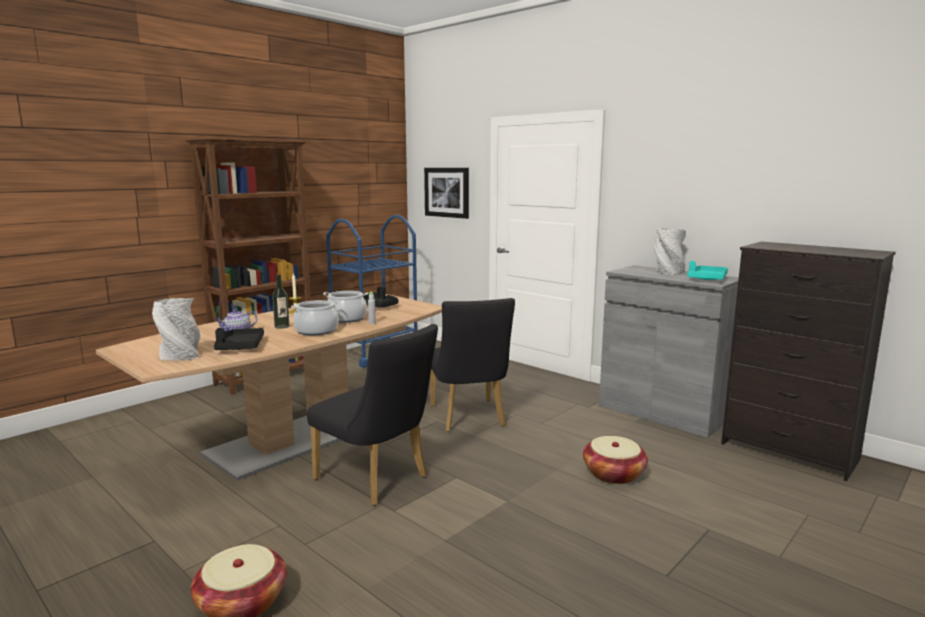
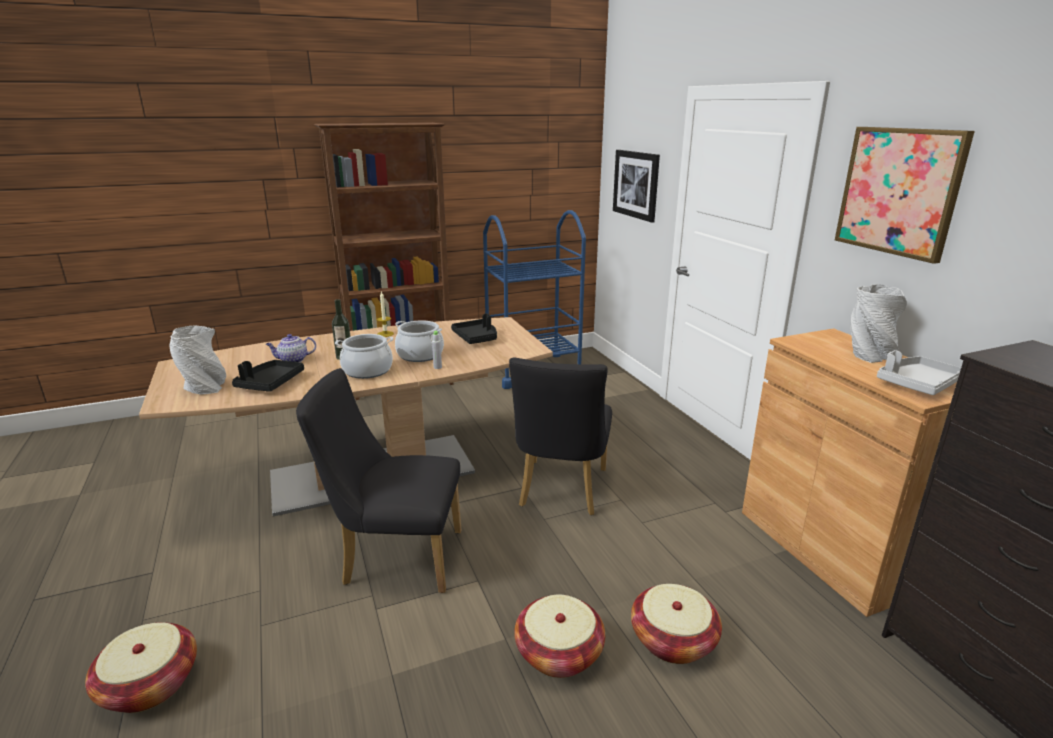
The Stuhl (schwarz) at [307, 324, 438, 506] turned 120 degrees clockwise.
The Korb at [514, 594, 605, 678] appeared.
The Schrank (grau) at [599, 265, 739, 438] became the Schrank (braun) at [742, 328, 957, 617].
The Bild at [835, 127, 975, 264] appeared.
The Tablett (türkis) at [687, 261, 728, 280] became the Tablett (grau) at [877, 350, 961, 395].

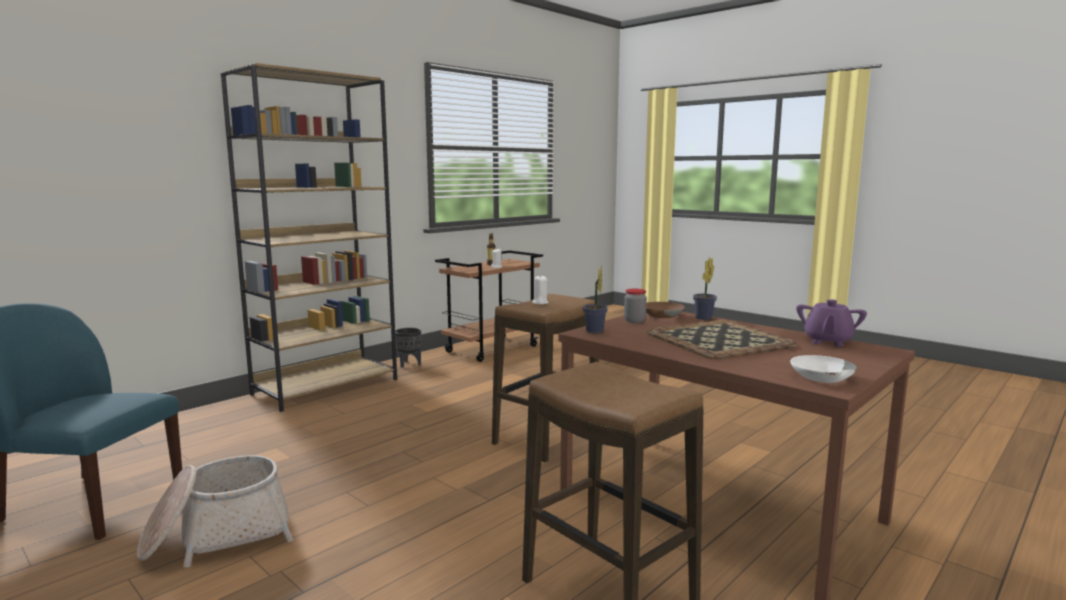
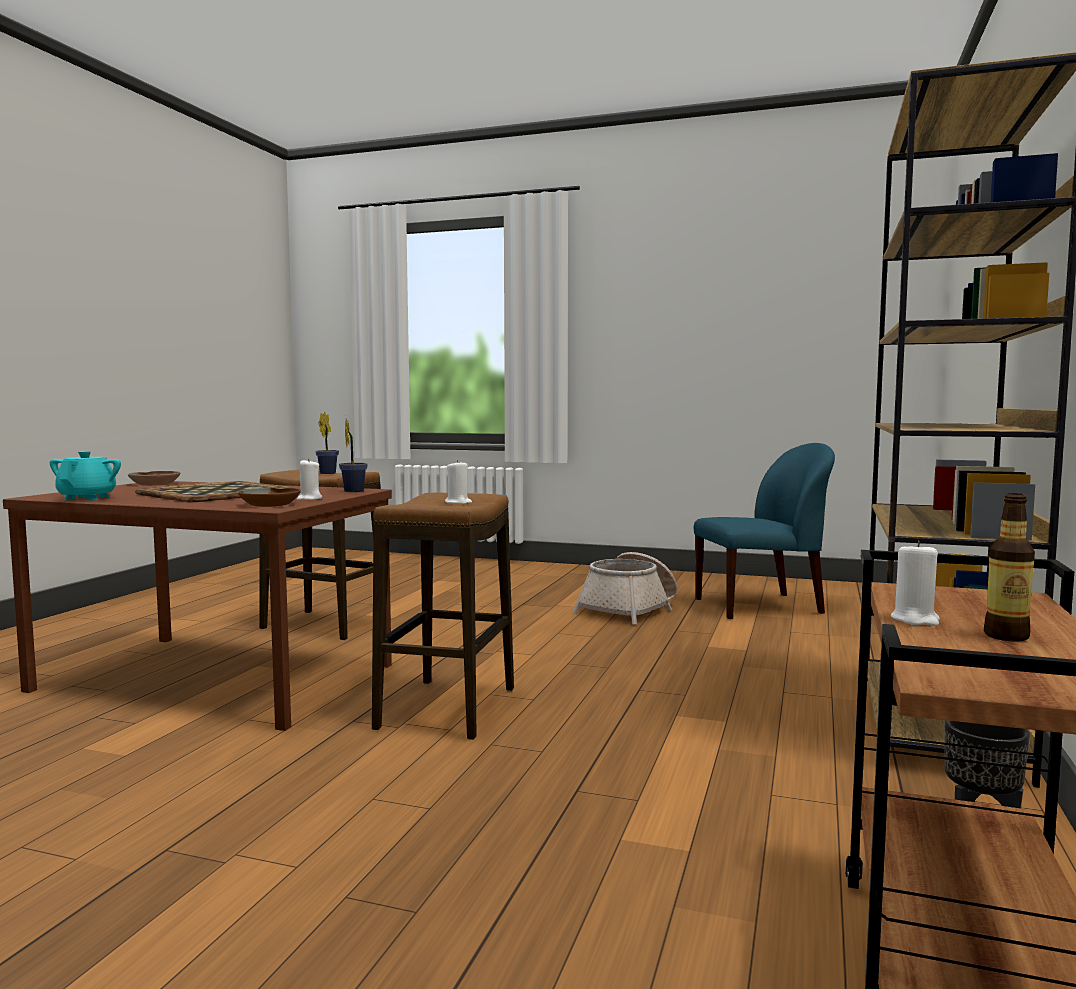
The Teekanne (lila) at [796, 299, 867, 347] became the Teekanne (türkis) at [50, 451, 121, 500].
The Schüssel (weiß) at [790, 355, 857, 383] became the Schüssel (braun) at [128, 471, 180, 486].
The Vorratsglas at [624, 289, 647, 323] was replaced by the Kerze (weiß) at [297, 458, 322, 500].
The Topfpflanze moved from [693, 257, 717, 320] to [316, 411, 339, 474].

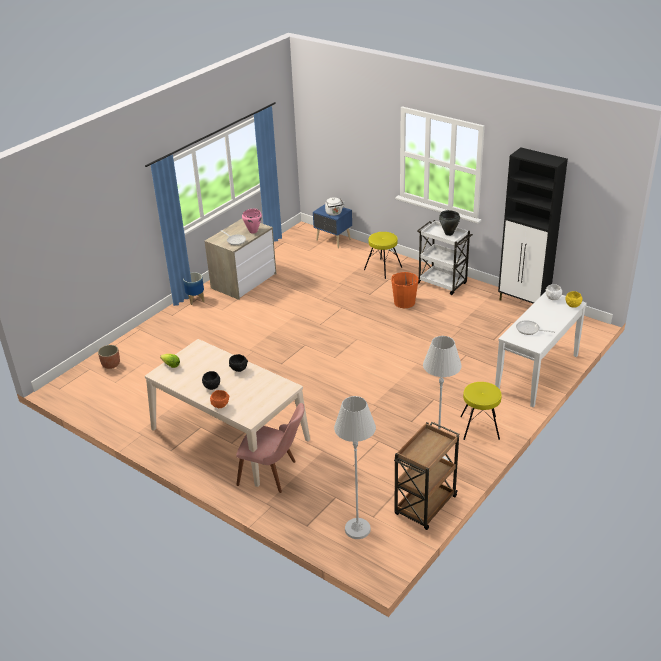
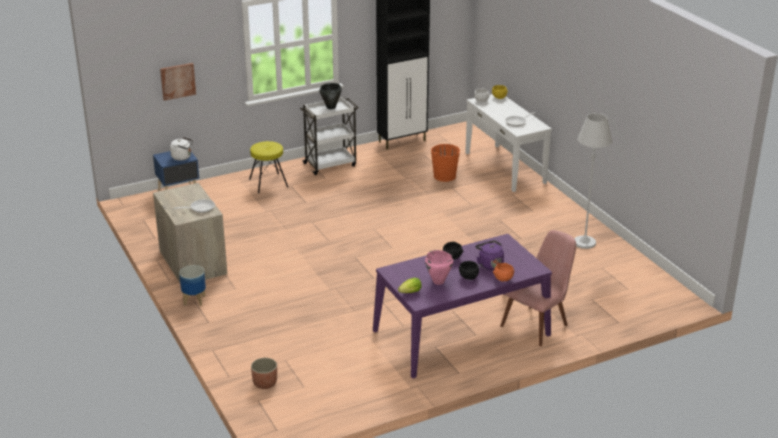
The Bild at [160, 63, 196, 101] appeared.
The Esstisch (beige) at [145, 339, 310, 487] became the Esstisch (lila) at [373, 234, 552, 378].
The Kochtopf (rosa) moved from [242, 209, 262, 234] to [425, 250, 453, 285].
The Eimer (orange) moved from [391, 272, 419, 308] to [431, 144, 460, 182].
The Wasserkessel (lila) at [475, 240, 504, 270] appeared.
The Stehlampe (weiß) at [334, 396, 376, 539] disappeared.
The Rollwagen (braun) at [394, 422, 460, 530] disappeared.
The Hocker (gelb) at [460, 382, 502, 440] disappeared.

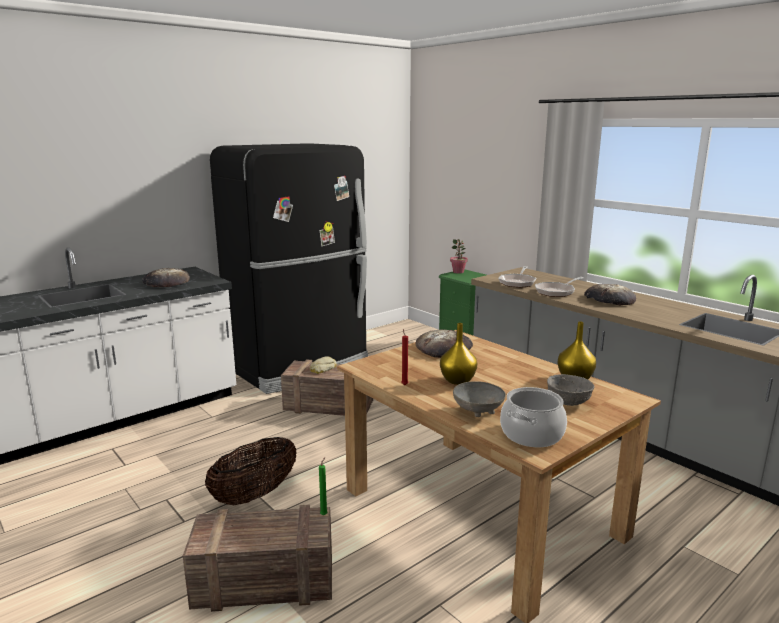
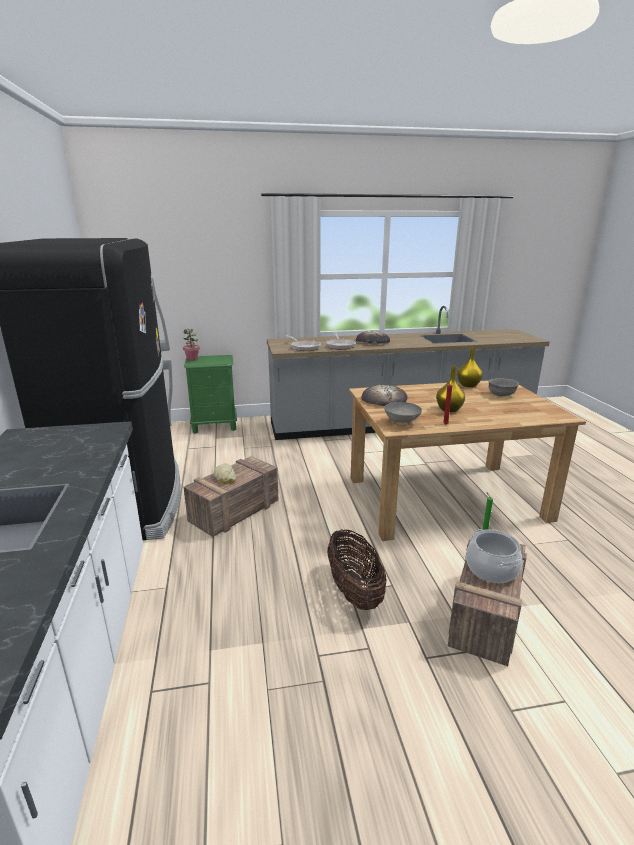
The Schüssel (grau) moved from [453, 381, 506, 417] to [384, 402, 422, 425].
The Kochtopf moved from [500, 387, 567, 447] to [466, 529, 522, 583].
The Brot at [142, 268, 190, 287] disappeared.

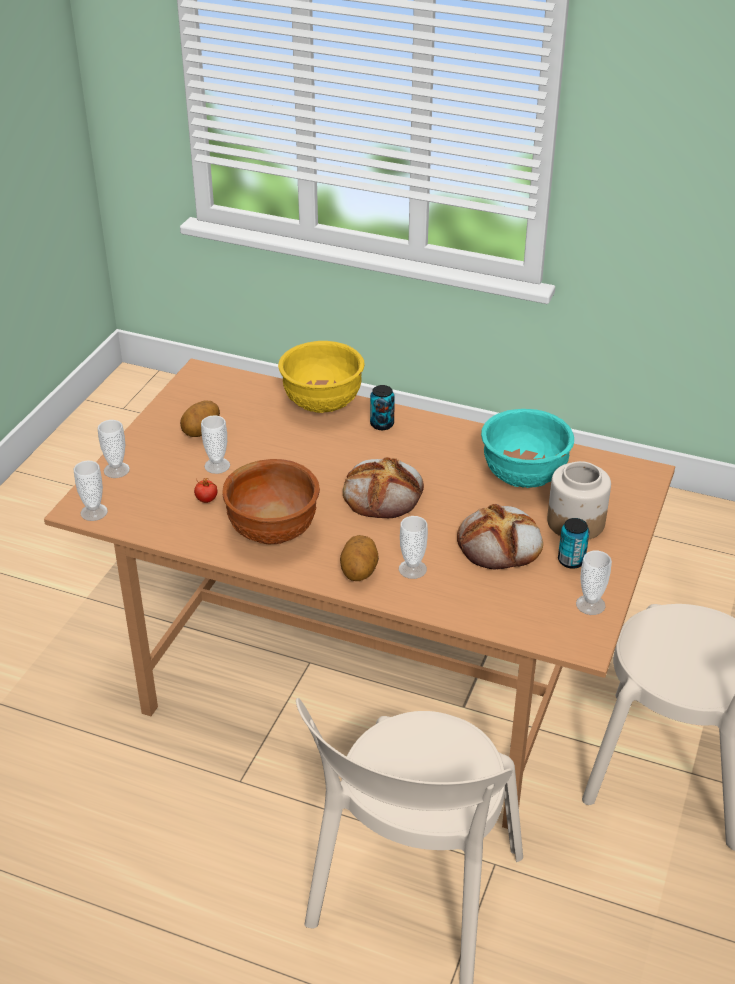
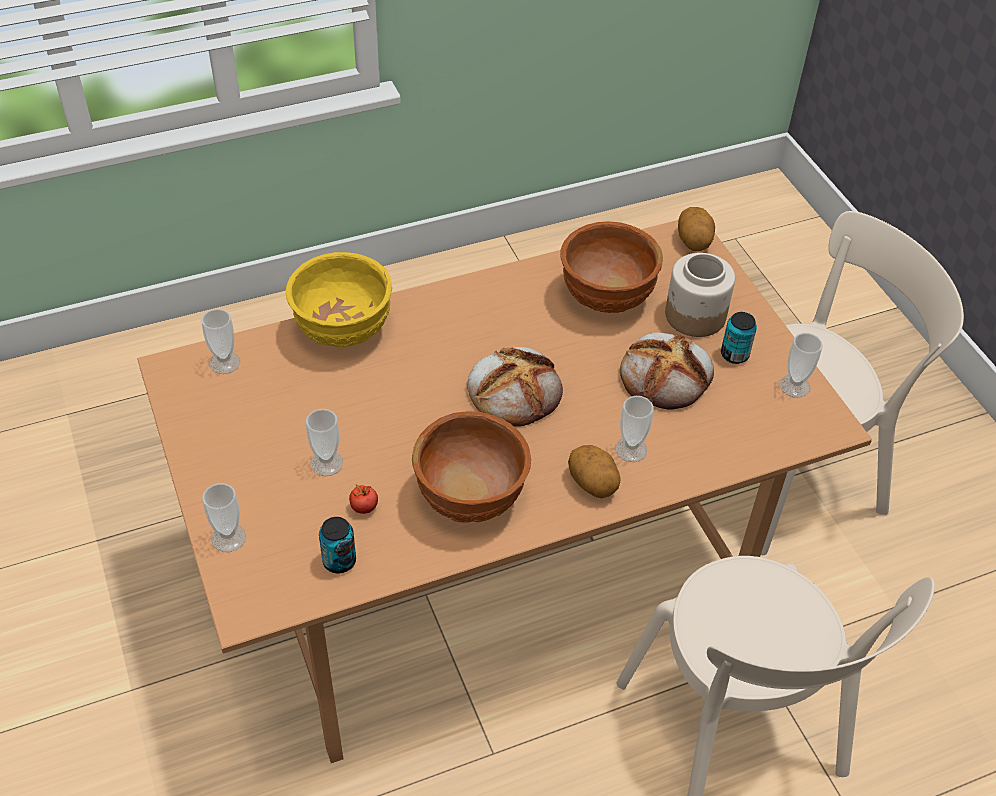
The Tasse moved from [74, 461, 108, 521] to [201, 309, 240, 374].
The Dose moved from [370, 385, 395, 430] to [319, 517, 356, 573].
The Schüssel (türkis) at [481, 409, 574, 488] became the Schüssel (braun) at [560, 221, 663, 313].
The Kartoffel moved from [180, 400, 220, 437] to [678, 207, 715, 251].

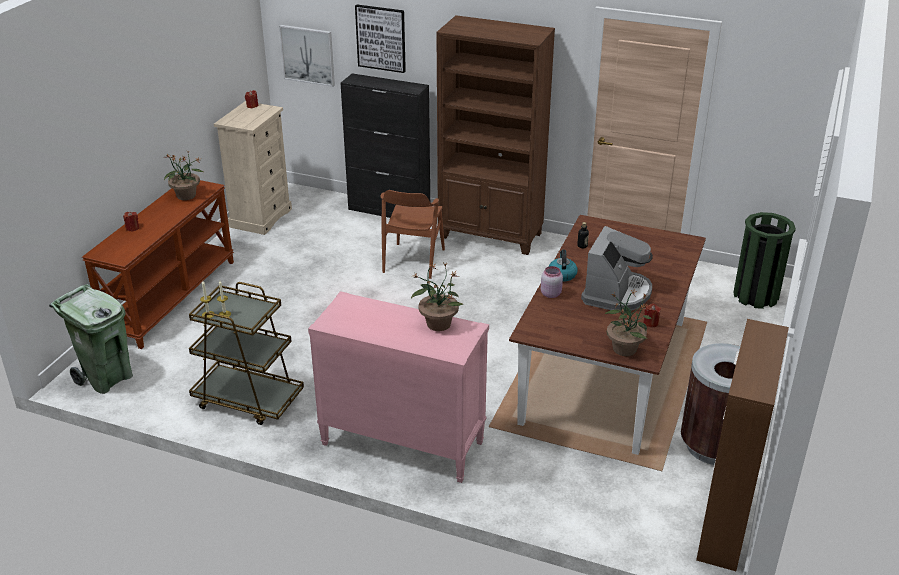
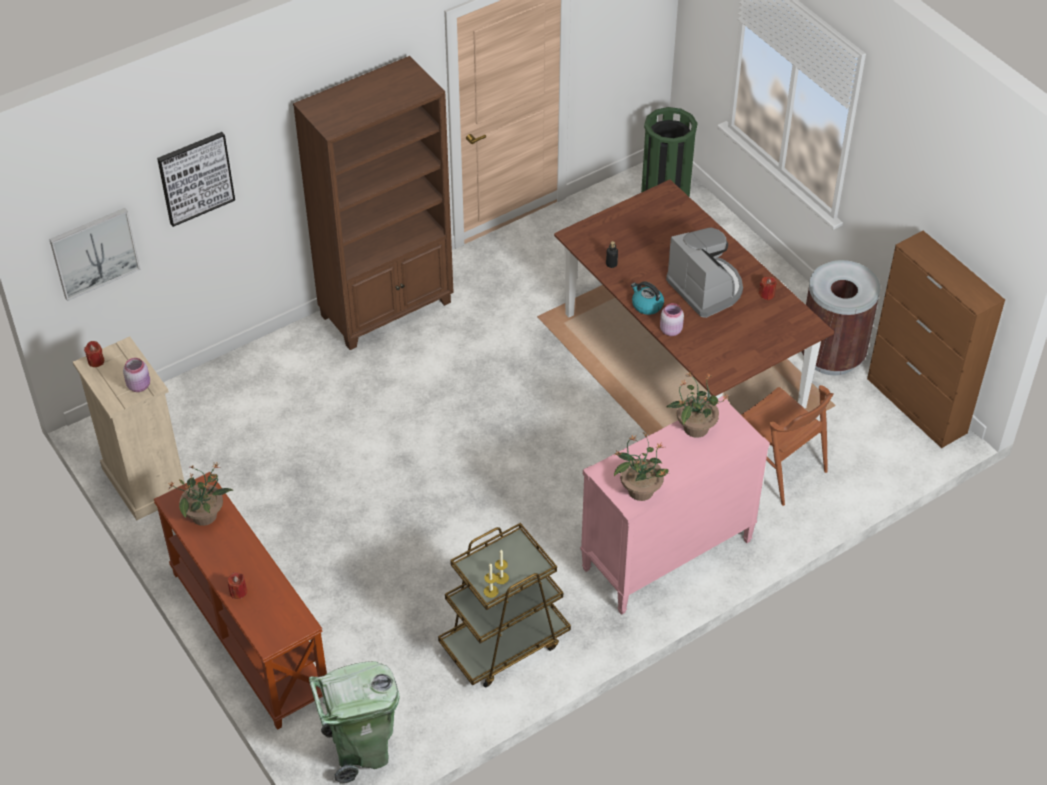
The Vorratsglas (rosa) at [123, 358, 150, 392] appeared.
The Topfpflanze moved from [604, 290, 652, 356] to [614, 432, 669, 501].
The Stuhl (braun) moved from [380, 190, 445, 279] to [741, 385, 833, 506].
The Schrank (schwarz) at [340, 73, 430, 218] disappeared.

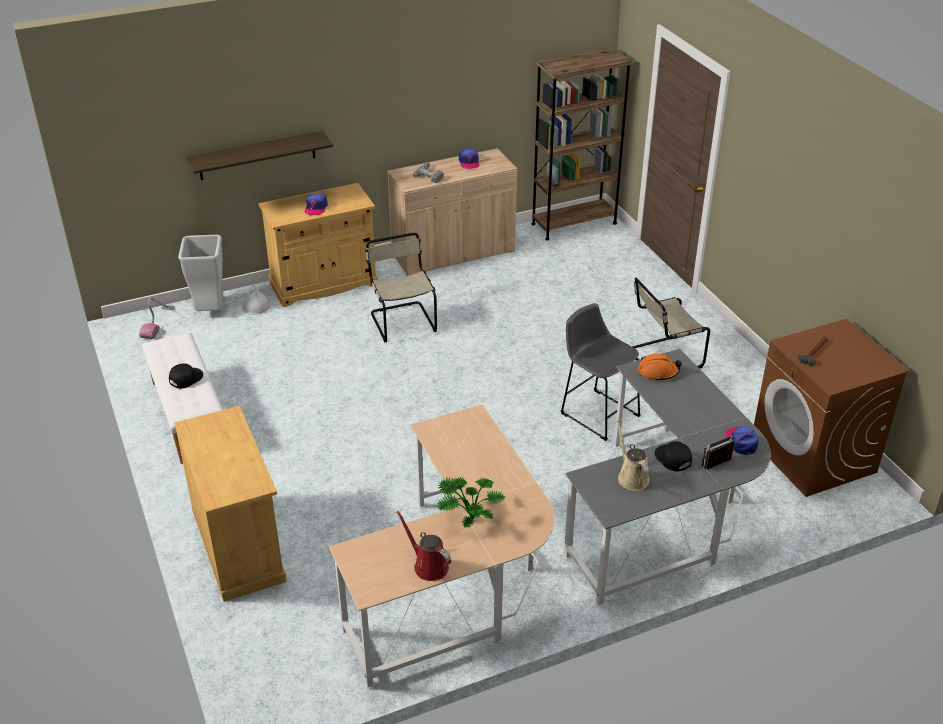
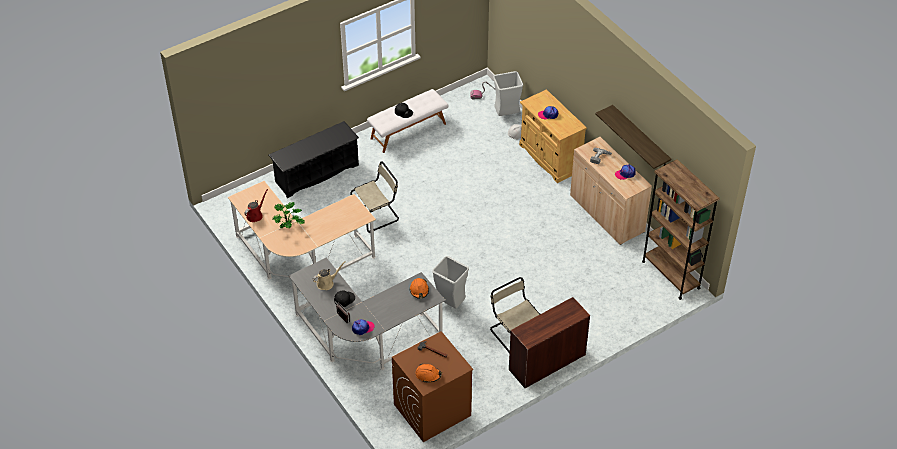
The Schrank (beige) at [174, 406, 287, 602] was replaced by the Schuhregal (schwarz) at [269, 121, 359, 198].
The Stuhl (beige) moved from [365, 233, 437, 342] to [350, 161, 399, 233].
The Schutzhelm (orange) at [415, 363, 442, 382] appeared.
The Hocker (grau) at [561, 303, 641, 441] was replaced by the Mülleimer (grau) at [432, 256, 469, 308].
The Schreibtisch (braun) at [509, 297, 590, 388] appeared.
The Wandregal moved from [186, 131, 333, 180] to [595, 105, 671, 169].

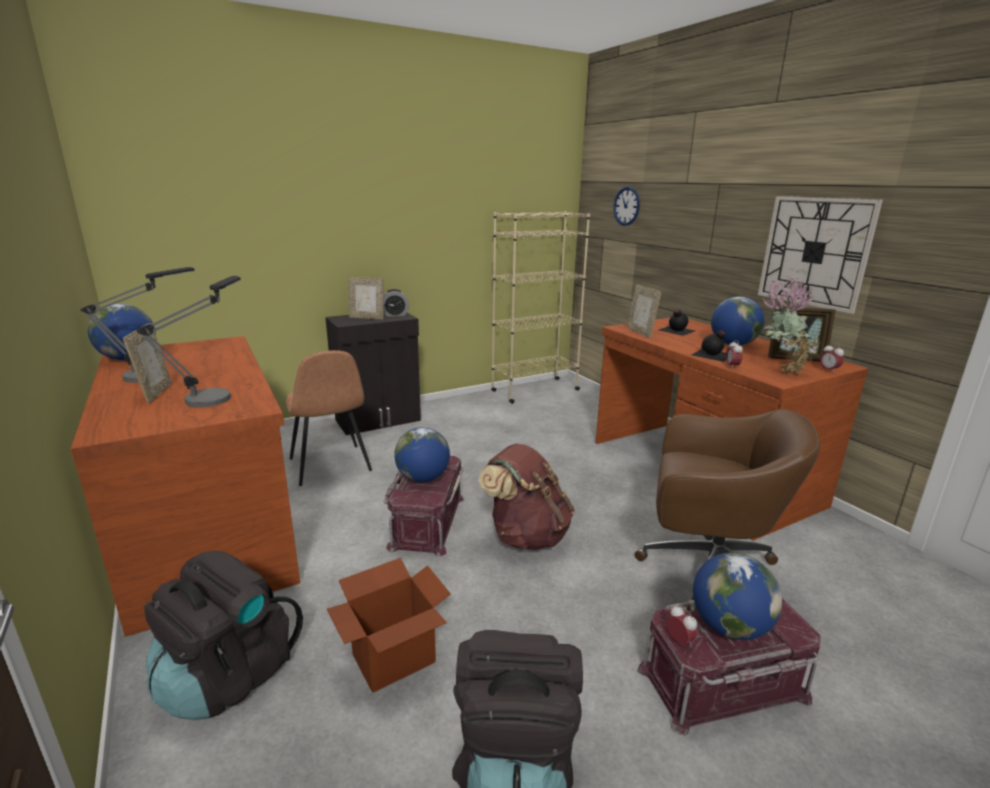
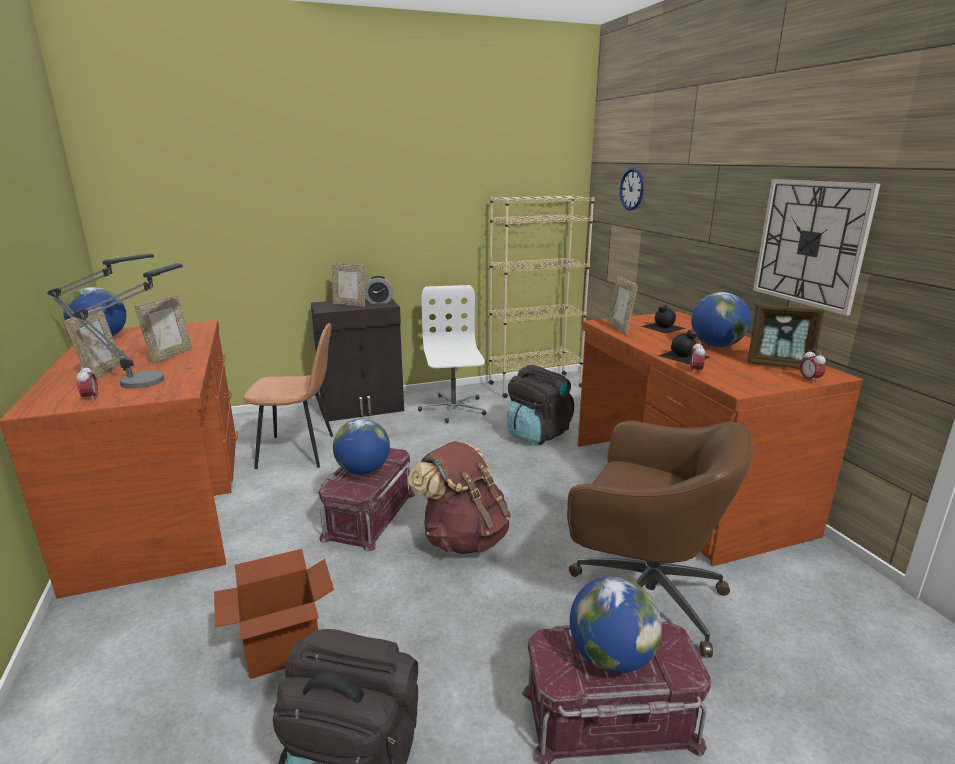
The Wecker moved from [667, 605, 698, 647] to [76, 365, 98, 401].
The Bilderrahmen at [134, 295, 193, 364] appeared.
The Stuhl (braun) at [286, 350, 372, 486] turned 75 degrees counterclockwise.
The Bürostuhl (weiß) at [418, 285, 486, 423] appeared.
The Rucksack (schwarz) moved from [144, 550, 303, 720] to [507, 365, 574, 445].
The Topfpflanze at [763, 276, 820, 375] disappeared.

